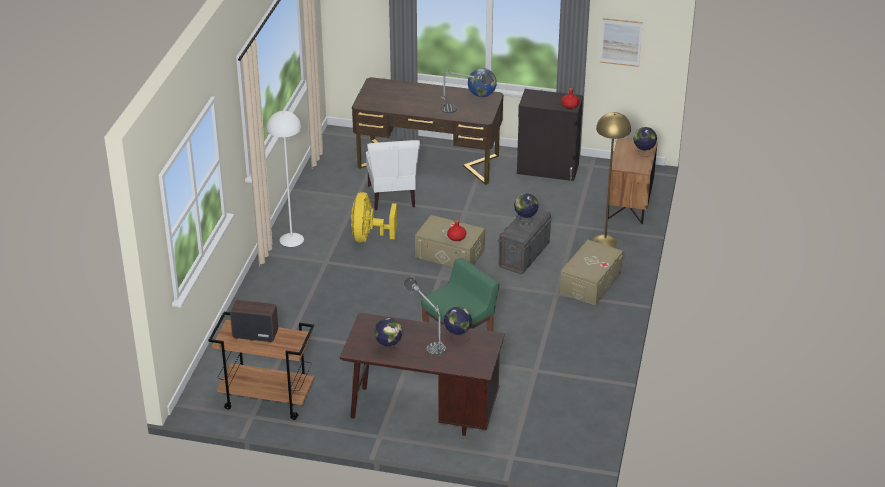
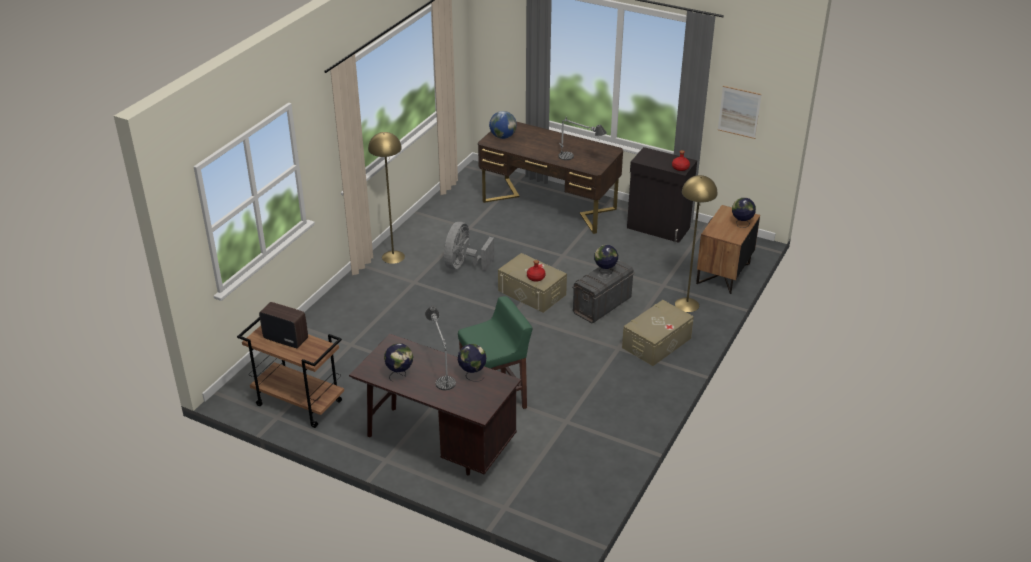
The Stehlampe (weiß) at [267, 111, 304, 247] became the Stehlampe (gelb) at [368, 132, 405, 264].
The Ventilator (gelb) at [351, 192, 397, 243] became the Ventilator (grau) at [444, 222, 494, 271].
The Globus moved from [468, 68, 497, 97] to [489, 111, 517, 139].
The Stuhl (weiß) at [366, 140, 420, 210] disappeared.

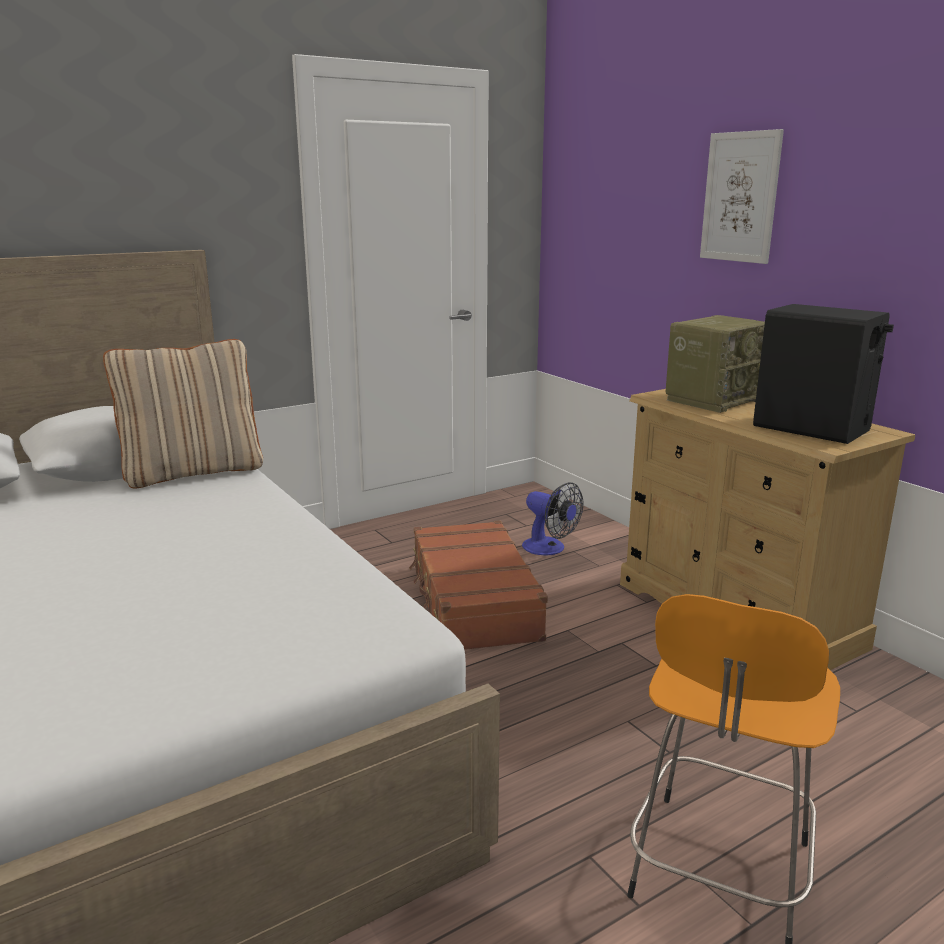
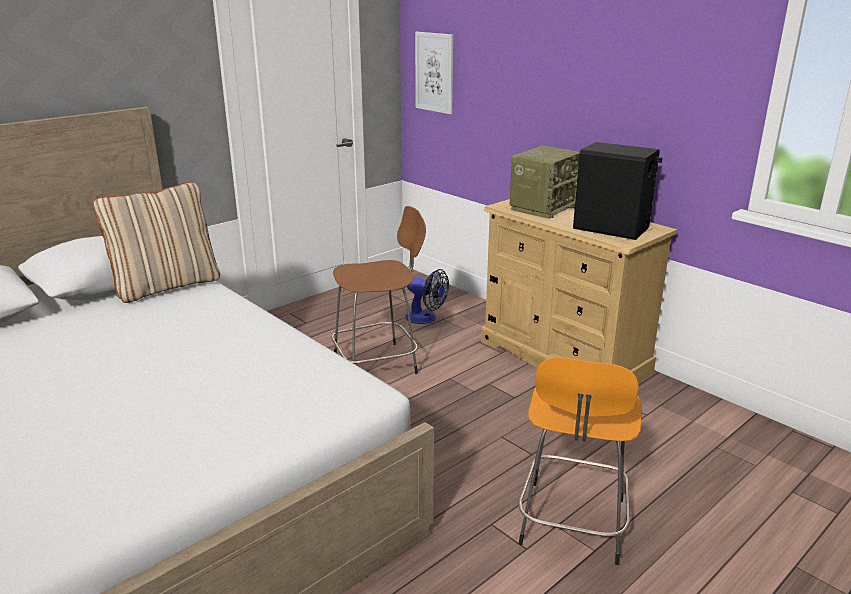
The Koffer (braun) at [409, 520, 548, 650] was replaced by the Hocker (braun) at [331, 206, 426, 374].
The Bild moved from [700, 129, 784, 264] to [415, 32, 453, 115].

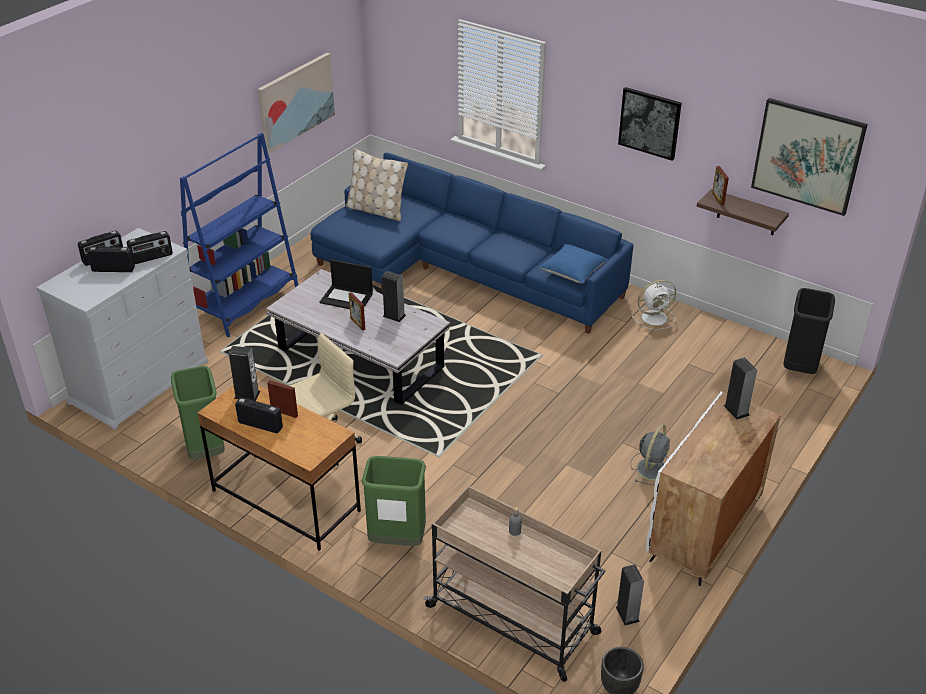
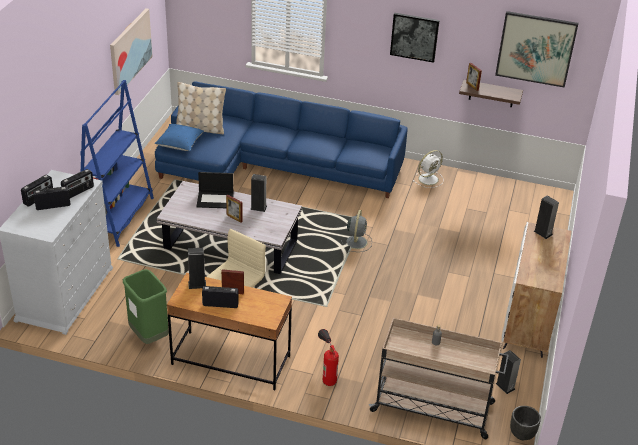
The Kissen (blau) moved from [539, 244, 608, 284] to [155, 124, 204, 151].
The Mülleimer (grün) at [362, 456, 426, 546] was replaced by the Feuerlöscher at [318, 329, 339, 386].
The Ventilator (grau) moved from [631, 424, 670, 485] to [341, 210, 372, 252].
The Mülleimer (schwarz) at [784, 288, 835, 374] disappeared.

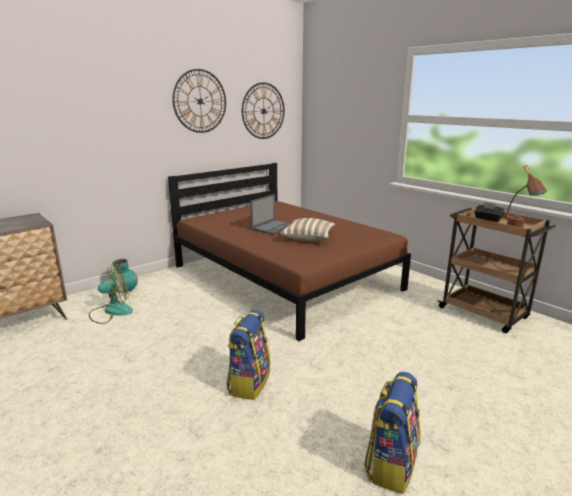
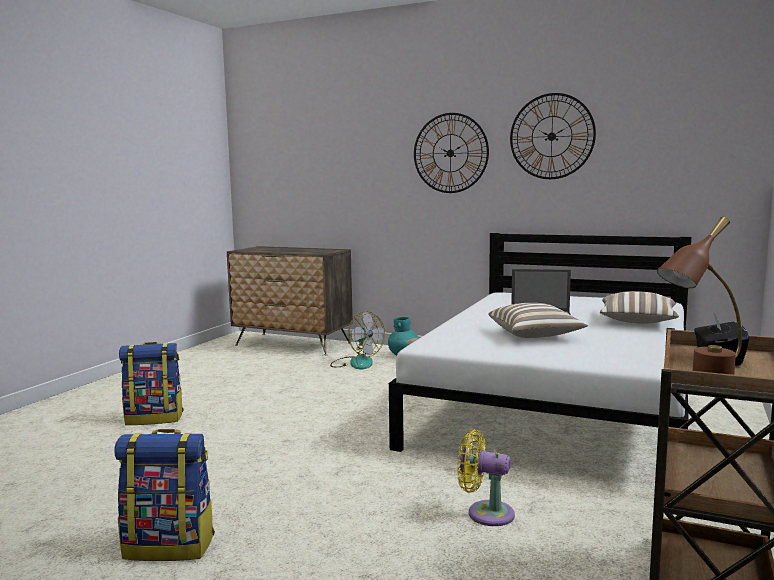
The Rucksack moved from [226, 309, 271, 400] to [119, 342, 184, 425].
The Bett (braun) at [168, 163, 411, 341] became the Bett (weiß) at [389, 233, 691, 452].
The Wanduhr moved from [242, 82, 285, 139] to [414, 113, 489, 193].
The Ventilator (gelb) at [457, 430, 515, 526] appeared.
The Kissen at [600, 291, 679, 324] appeared.

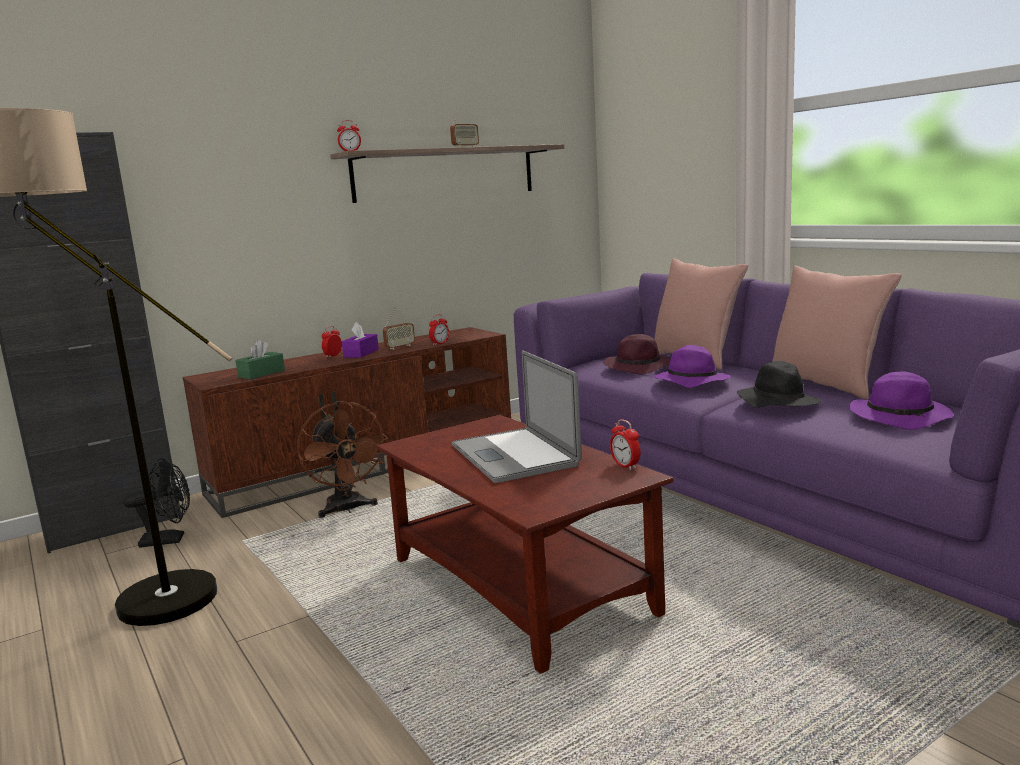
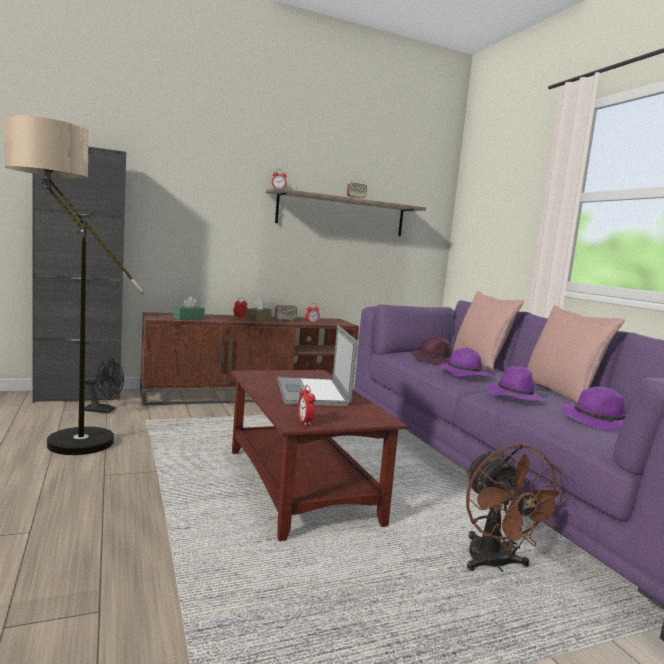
The Taschentuchbox (lila) at [342, 322, 379, 358] became the Taschentuchbox (braun) at [246, 298, 272, 321].
The Wecker moved from [610, 419, 641, 470] to [298, 385, 315, 425].
The Ventilator (braun) moved from [297, 401, 388, 518] to [466, 444, 569, 572].
The Hut (schwarz) at [737, 361, 821, 407] became the Hut (lila) at [486, 366, 546, 401].

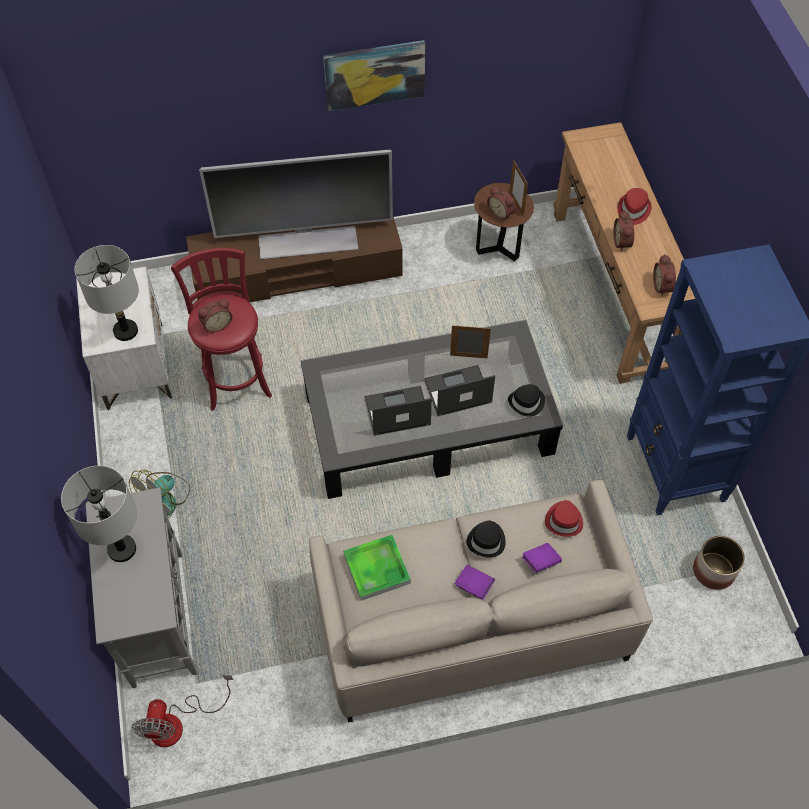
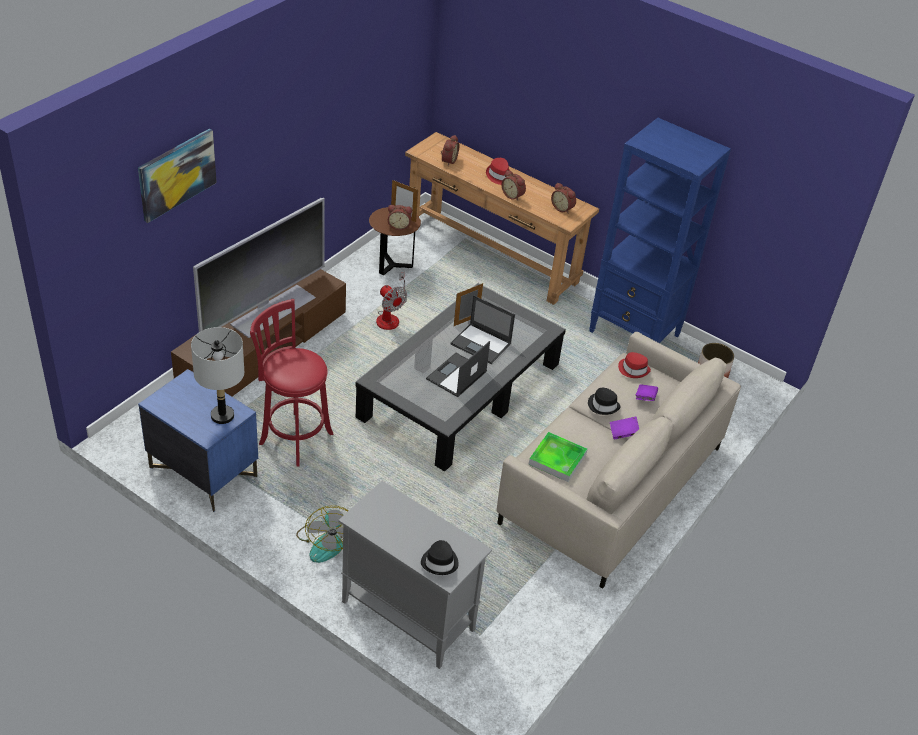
The Bild moved from [323, 40, 425, 111] to [138, 129, 217, 223].
The Nachttisch (weiß) at [76, 267, 172, 410] became the Nachttisch (blau) at [138, 369, 258, 512].
The Ventilator moved from [132, 675, 233, 747] to [376, 272, 407, 330].
The Hut (schwarz) moved from [508, 384, 545, 416] to [421, 540, 459, 575].
The Wecker moved from [198, 299, 233, 332] to [441, 135, 459, 166].
The Laptop at [424, 365, 495, 416] turned 90 degrees counterclockwise.
The Tischlampe (grau) at [61, 466, 137, 562] disappeared.

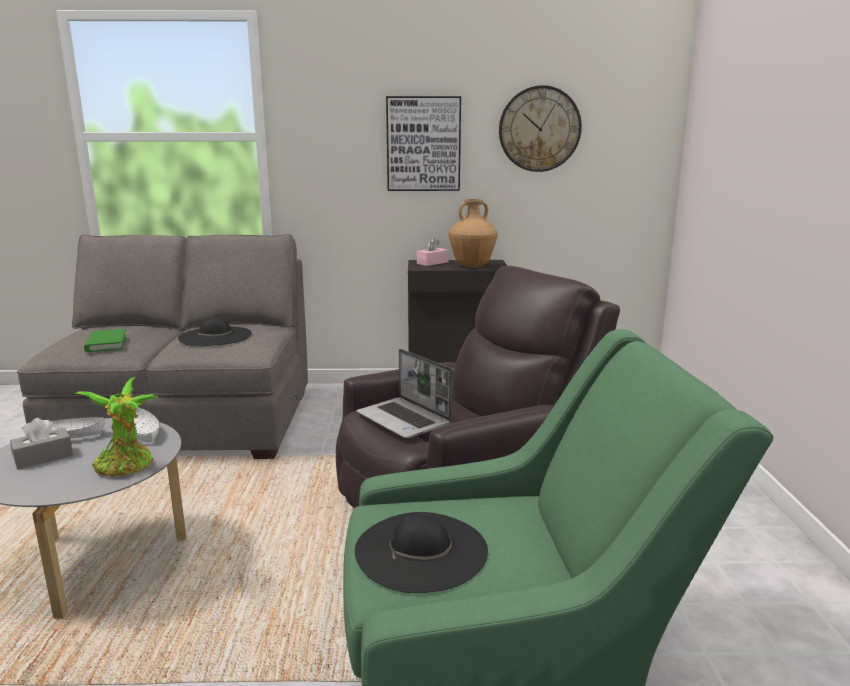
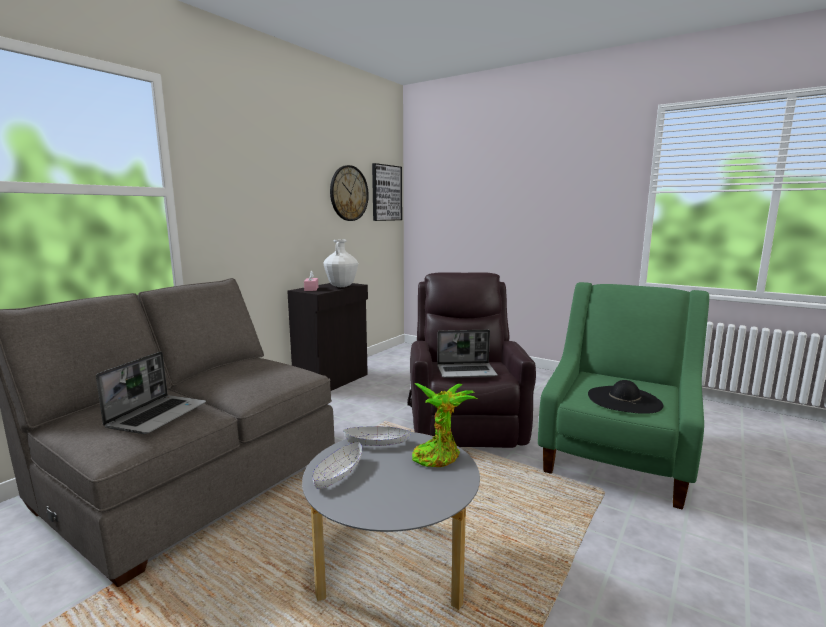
The Buch (grün) at [84, 329, 127, 352] was replaced by the Laptop at [96, 351, 206, 434].
The Vase (braun) at [449, 199, 498, 268] became the Vase (weiß) at [323, 240, 358, 287].
The Bild moved from [386, 96, 461, 191] to [372, 163, 402, 221].
The Taschentuchbox (grau) at [10, 418, 73, 469] disappeared.
The Hut (schwarz) at [178, 316, 252, 346] disappeared.

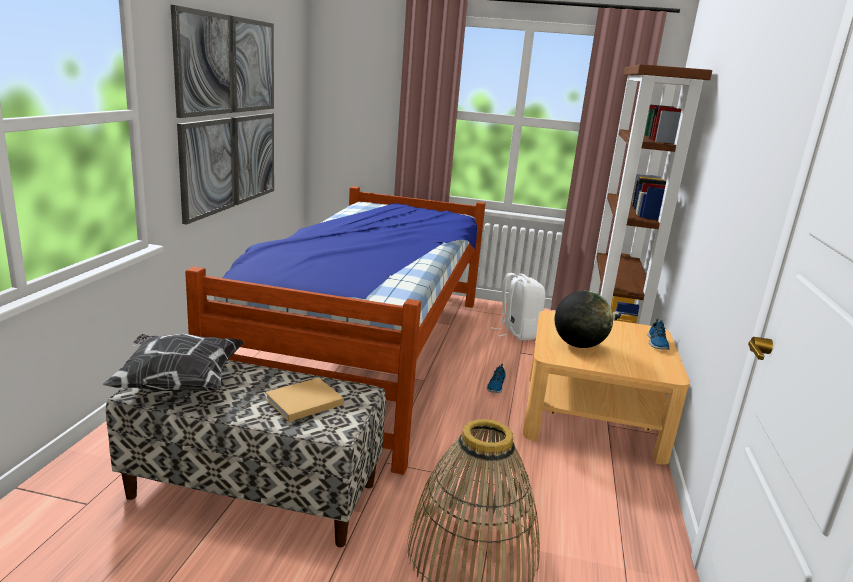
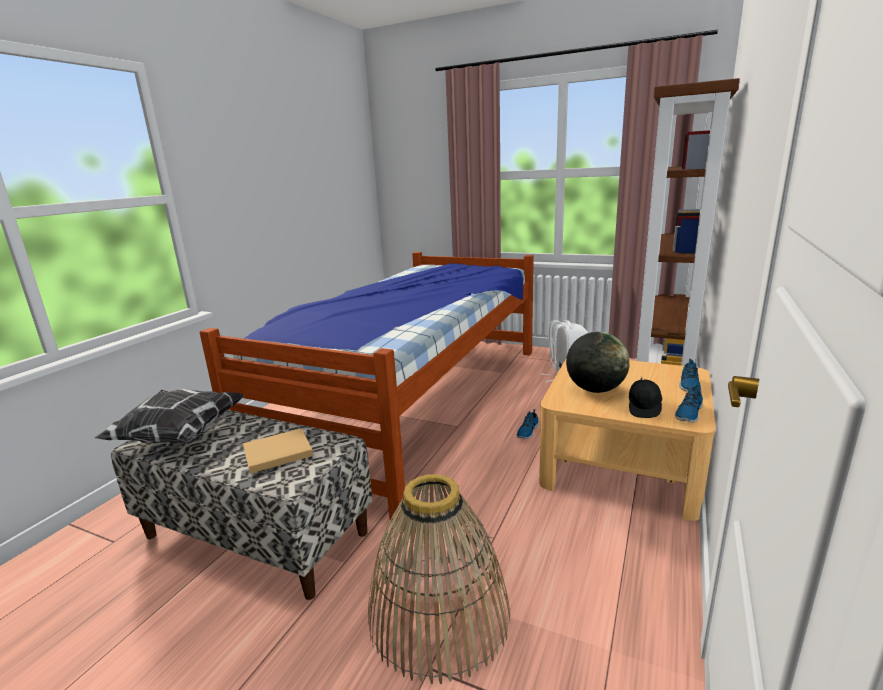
The Kappe (schwarz) at [629, 378, 662, 418] appeared.
The Schuh at [675, 384, 703, 422] appeared.
The Bild at [171, 5, 274, 225] disappeared.

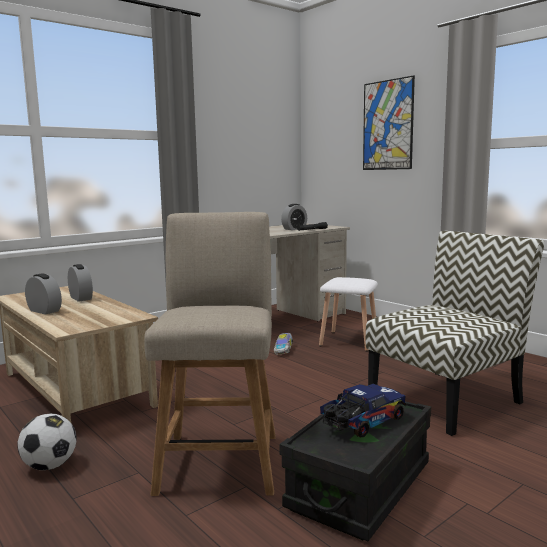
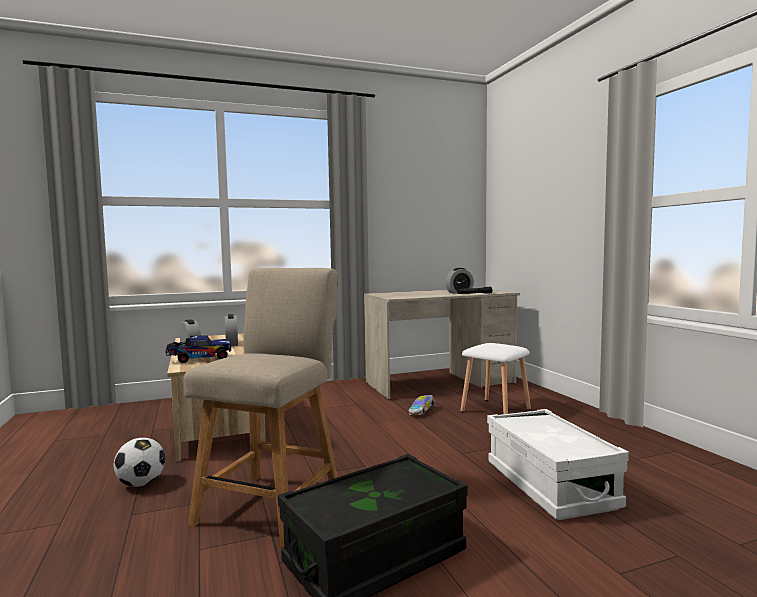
The Spielzeuglaster moved from [320, 384, 406, 437] to [165, 335, 231, 363].
The Stuhl at [366, 231, 545, 436] was replaced by the Aufbewahrungsbox (weiß) at [487, 409, 629, 520].
The Bild at [363, 75, 415, 170] disappeared.

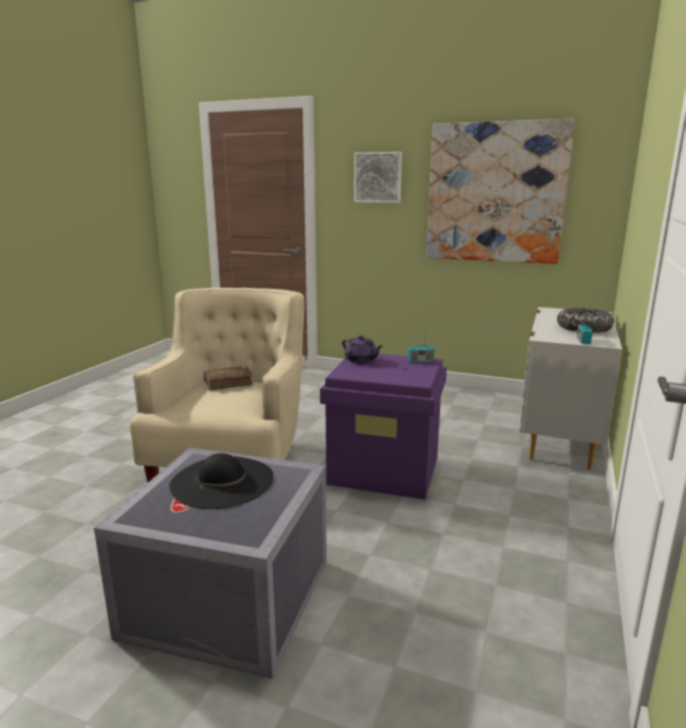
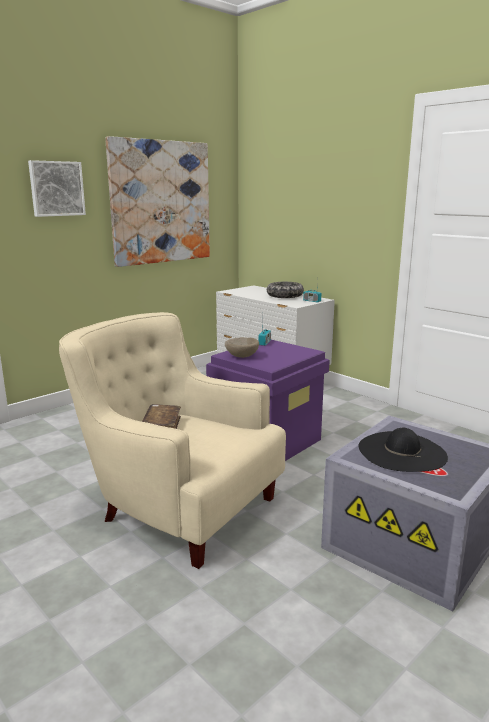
The Teekanne (lila) at [342, 335, 383, 363] was replaced by the Schüssel (beige) at [225, 337, 259, 358].

